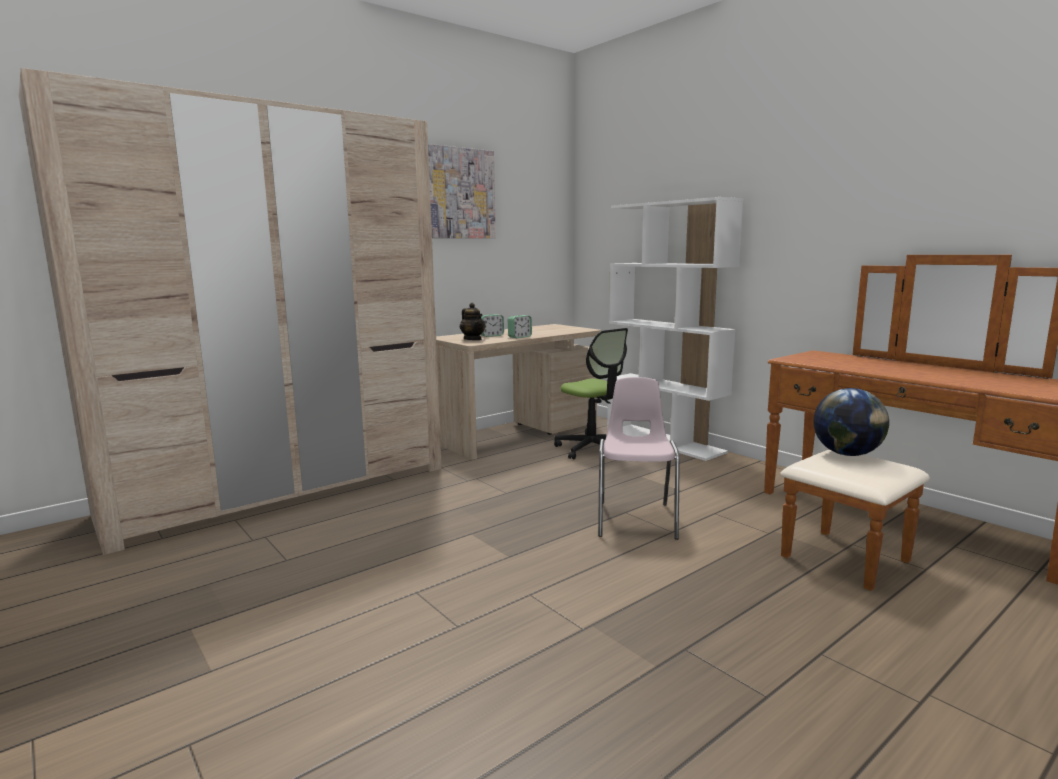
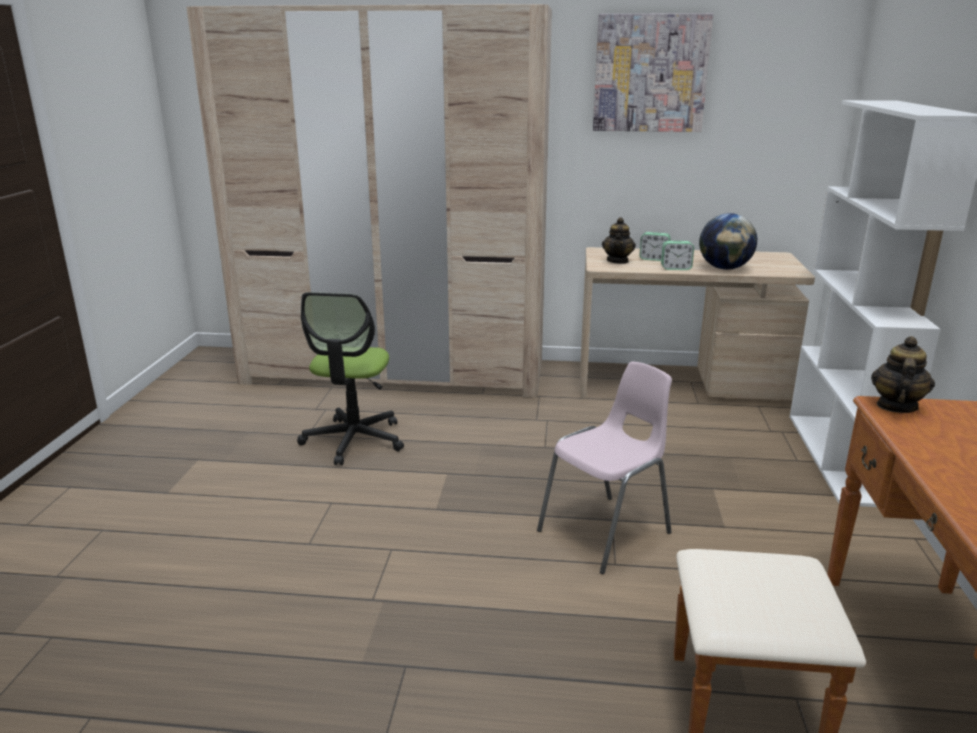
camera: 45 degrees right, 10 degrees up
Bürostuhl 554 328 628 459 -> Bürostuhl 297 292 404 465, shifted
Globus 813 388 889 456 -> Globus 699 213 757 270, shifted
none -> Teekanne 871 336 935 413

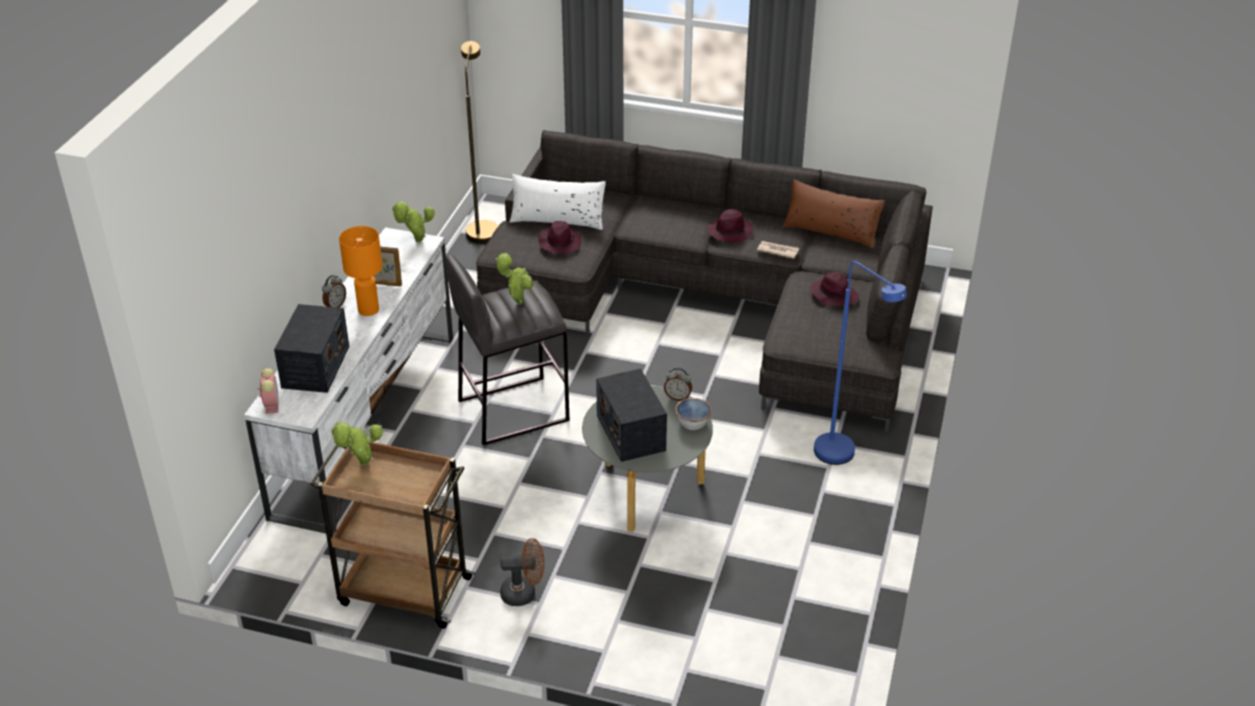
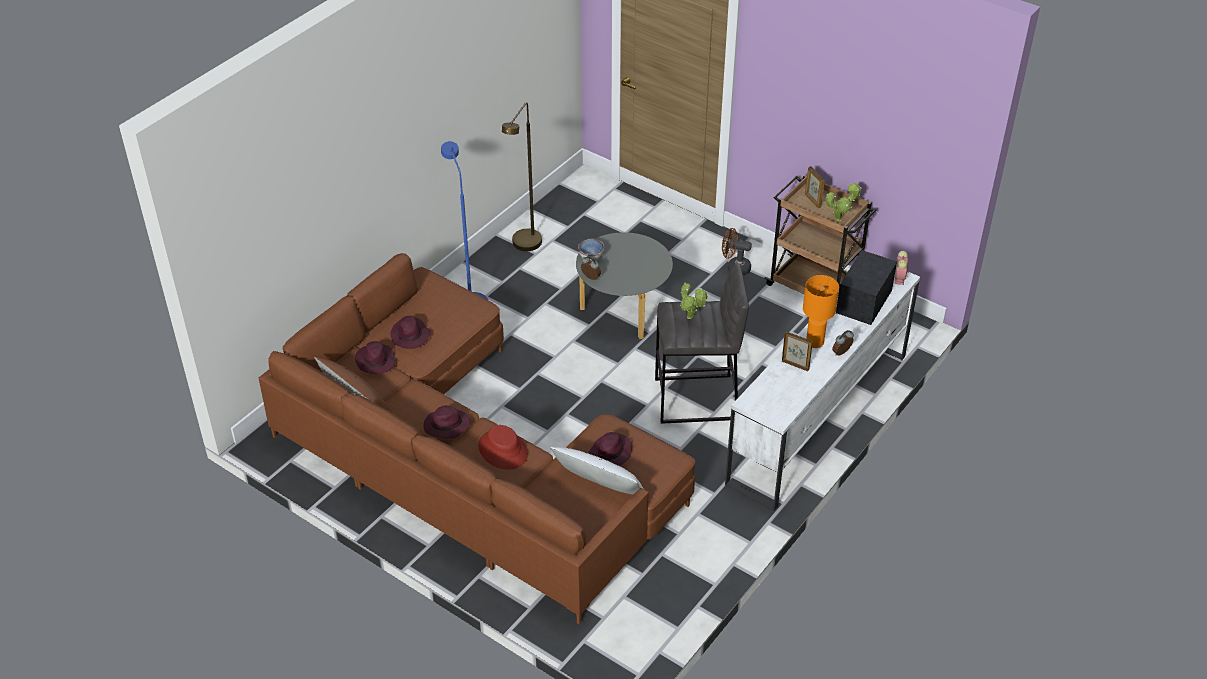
camera: 160 degrees left, 5 degrees up
Sofa (grau) 476 130 933 433 -> Sofa (braun) 259 253 695 625
none -> Hut (lila) 355 341 396 374
none -> Hut (rot) 478 425 528 470
Stehlampe (braun) 461 41 498 244 -> Stehlampe (braun) 502 102 542 251, shifted
none -> Bilderrahmen 805 166 824 208
Topfpflanze 392 202 435 242 -> none
Radio 596 368 667 462 -> none
Zeitung 757 241 799 259 -> none

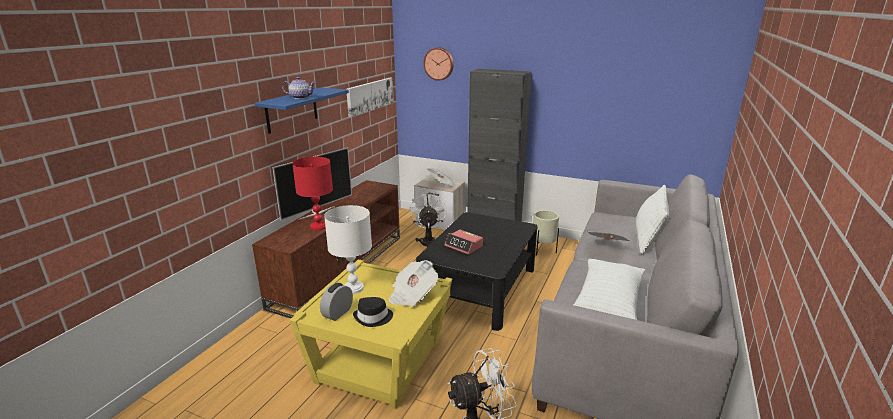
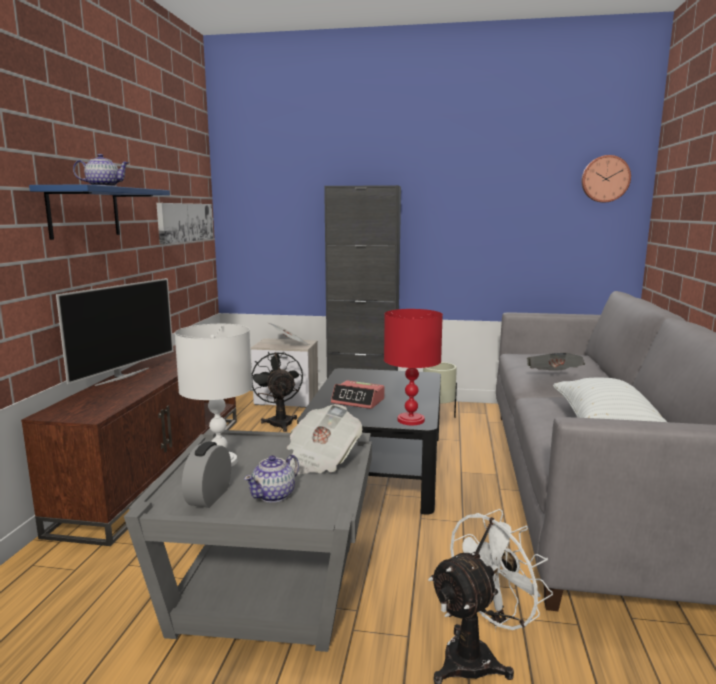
camera: 15 degrees left, 10 degrees down
Beistelltisch (gelb) 289 260 452 409 -> Beistelltisch (grau) 124 428 372 652
Hut (schwarz) 353 297 393 327 -> Teekanne 244 454 299 503
Ventilator (weiß) 409 193 447 247 -> Ventilator (schwarz) 252 352 303 432
Tischlampe (rot) 292 157 333 230 -> Tischlampe (rot) 384 309 443 425, shifted
Wanduhr 423 47 454 81 -> Wanduhr 582 155 631 203, shifted
Kissen (weiß) 636 185 669 254 -> none

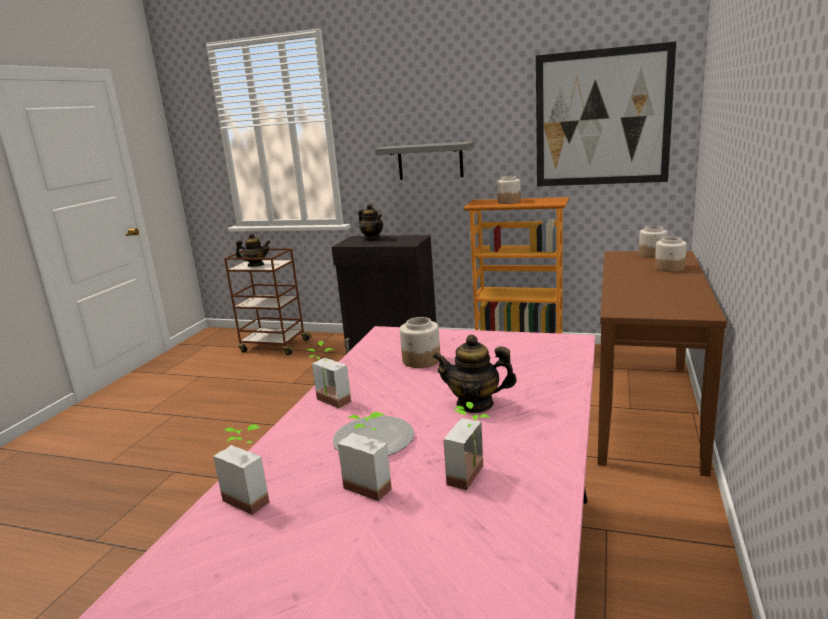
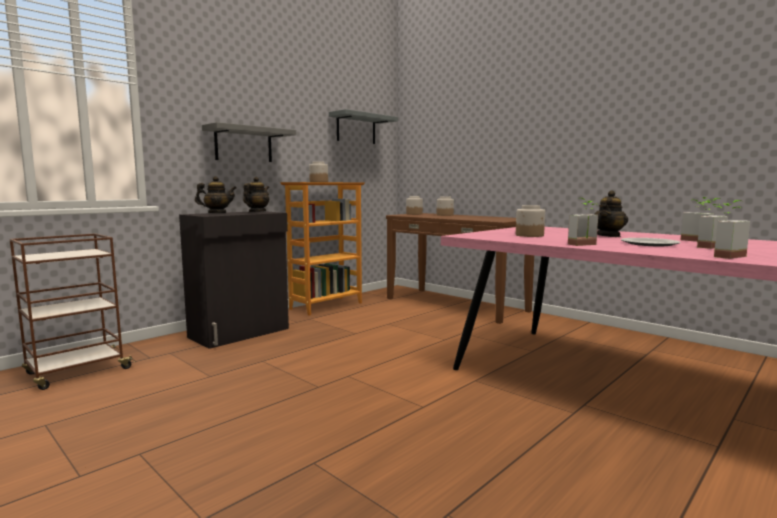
camera: 65 degrees left, 10 degrees down
Teekanne 236 233 270 267 -> Teekanne 243 177 269 212, shifted
Bild 536 42 676 186 -> Wandregal (grau) 329 109 398 144

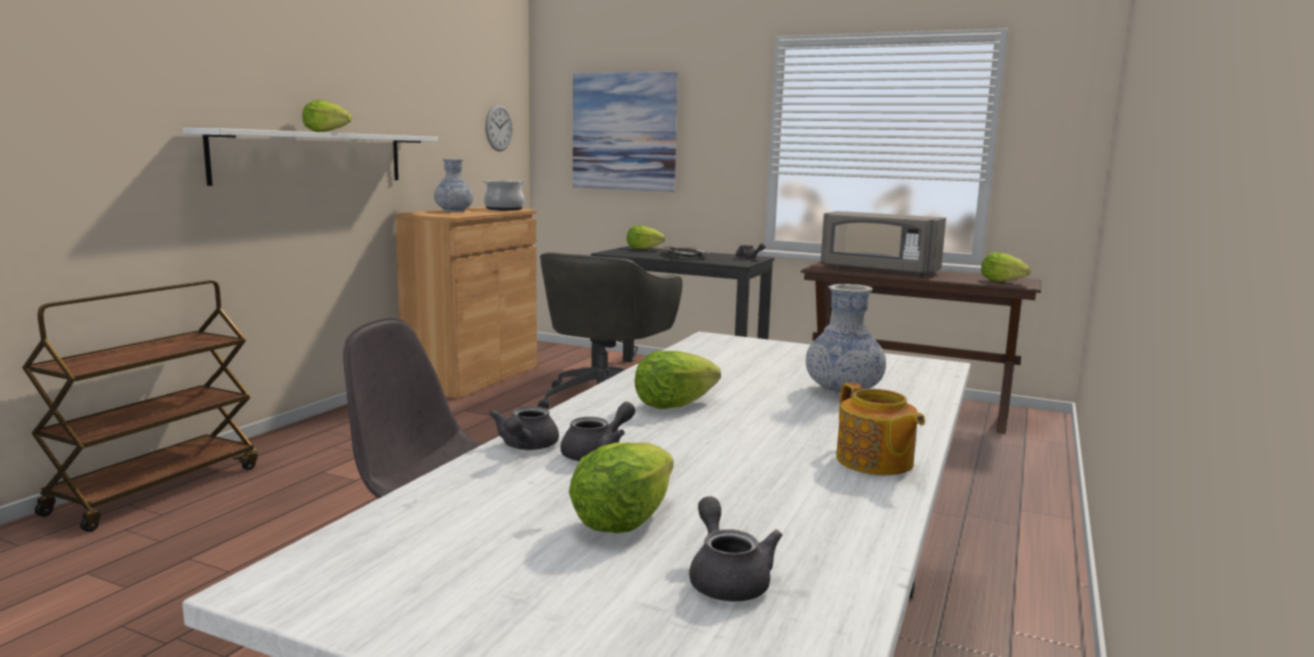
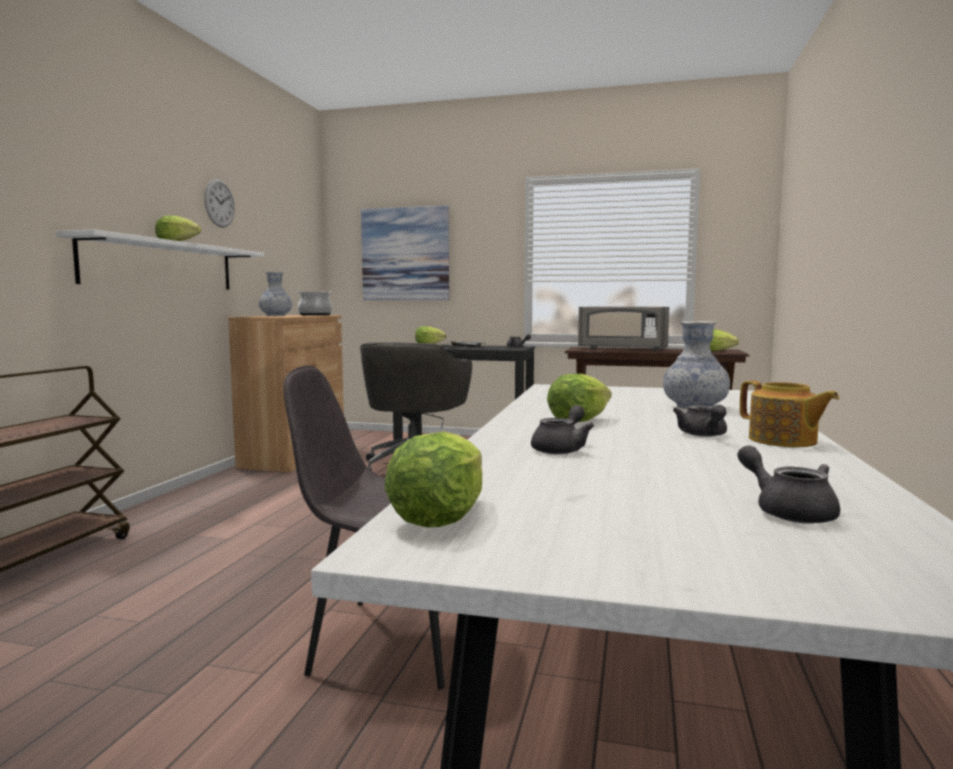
camera: 10 degrees left, 5 degrees down
Wanduhr 485 104 513 152 -> Wanduhr 204 179 235 227, shifted
Salatkopf 569 442 674 533 -> Salatkopf 384 432 482 527, shifted
Teekanne (grau) 489 406 559 450 -> Teekanne (grau) 673 405 727 437, shifted

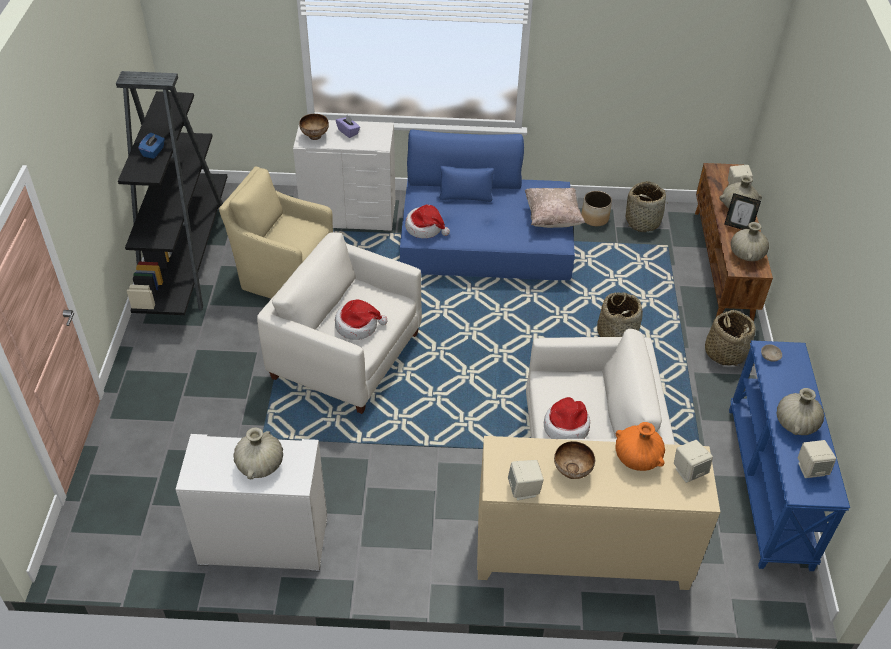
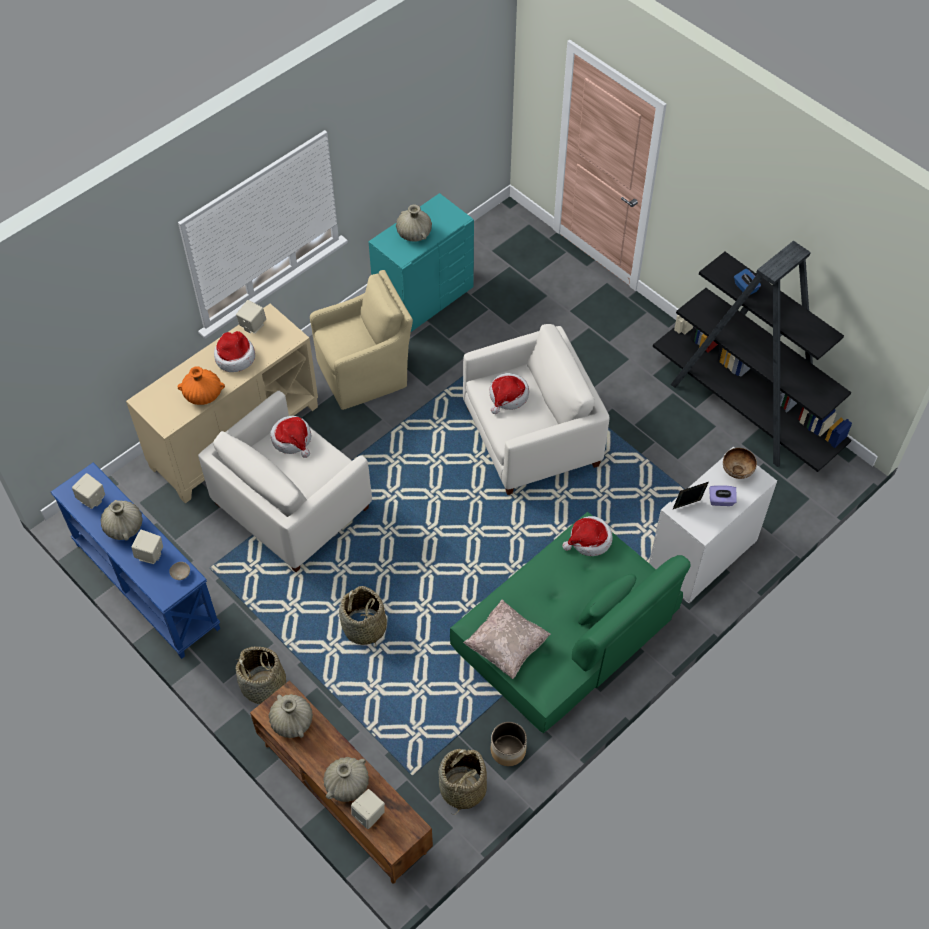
camera: 135 degrees right, 10 degrees up
Lautsprecher (beige) 674 440 713 483 -> Lautsprecher (beige) 132 530 163 564, shifted
Schüssel 554 441 595 479 -> Hut 214 331 255 372
Sessel (beige) 219 167 333 299 -> Sessel (beige) 310 270 413 410, shifted
Kommode (weiß) 176 434 327 572 -> Kommode (türkis) 369 193 474 332
Sofa (blau) 400 130 575 280 -> Sofa (grün) 450 512 691 733
Bilderrahmen 724 193 761 230 -> Bilderrahmen 672 482 709 510, shifted

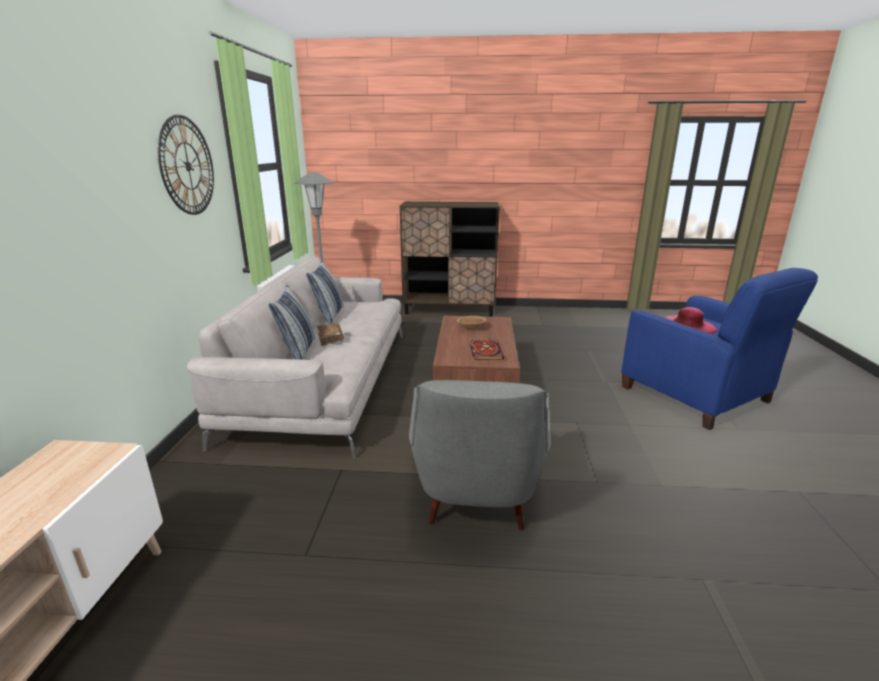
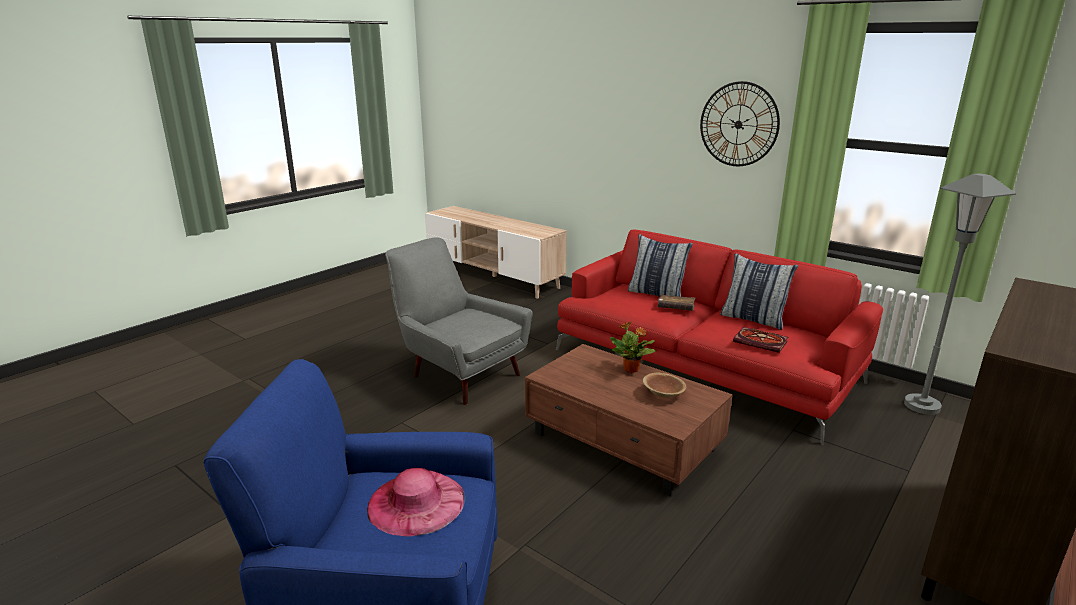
camera: 125 degrees right, 0 degrees up
Sofa (grau) 187 257 403 459 -> Sofa (rot) 556 230 883 445
none -> Topfpflanze 610 322 655 373
Buch 470 340 504 360 -> Buch 733 327 788 353, shifted

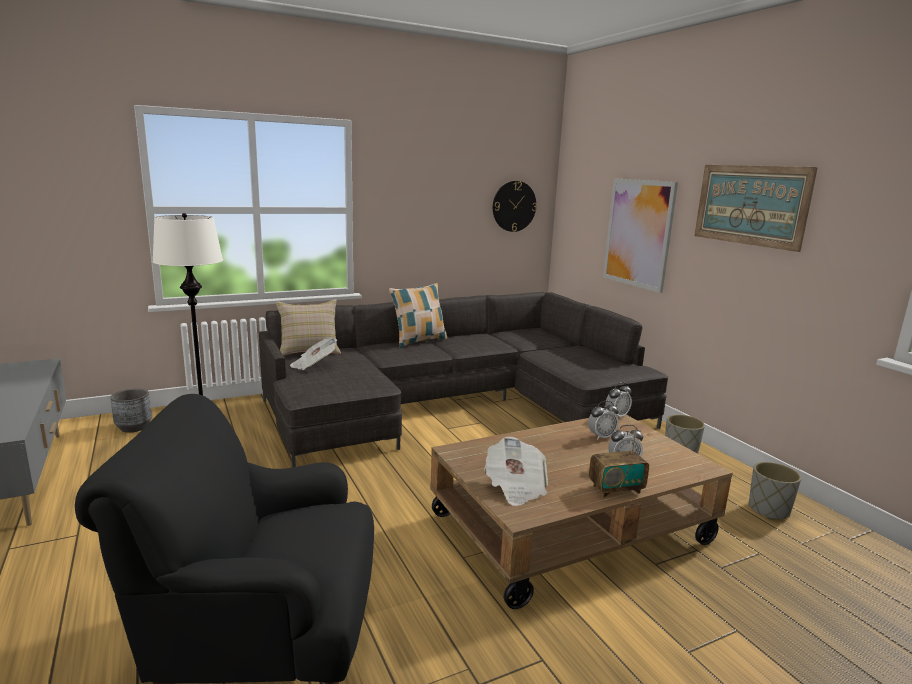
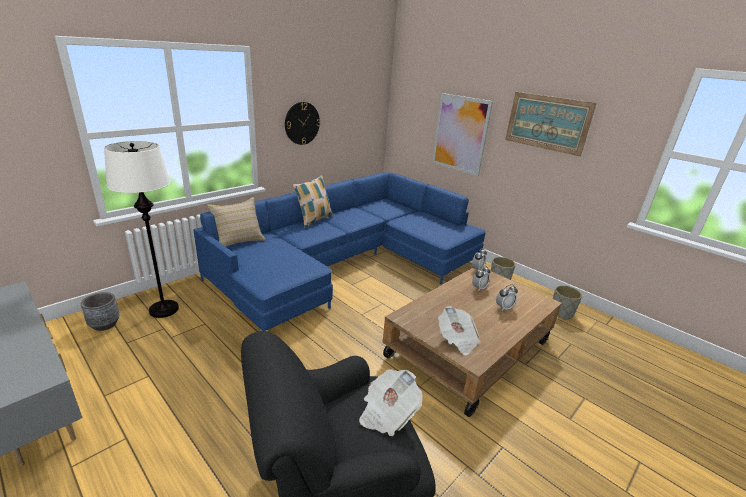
camera: 20 degrees left, 10 degrees up
Sofa (grau) 259 292 669 467 -> Sofa (blau) 193 172 486 331
Wanduhr 493 181 537 232 -> Wanduhr 285 102 320 145, shifted
Zeitung 290 338 337 370 -> Zeitung 359 369 423 436, shifted
Radio 589 427 649 497 -> none

